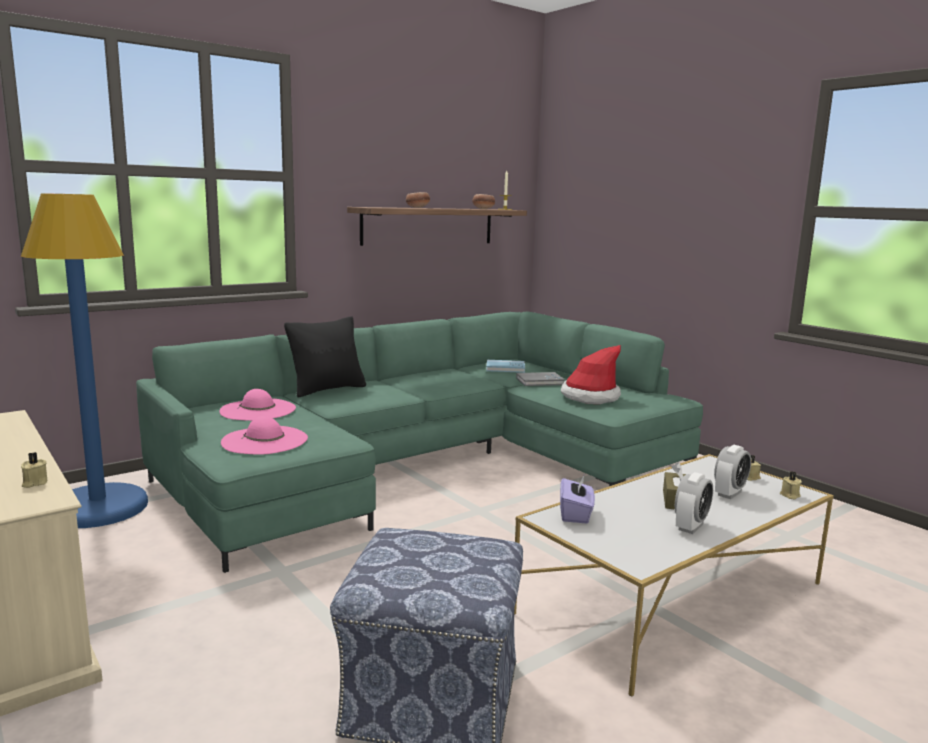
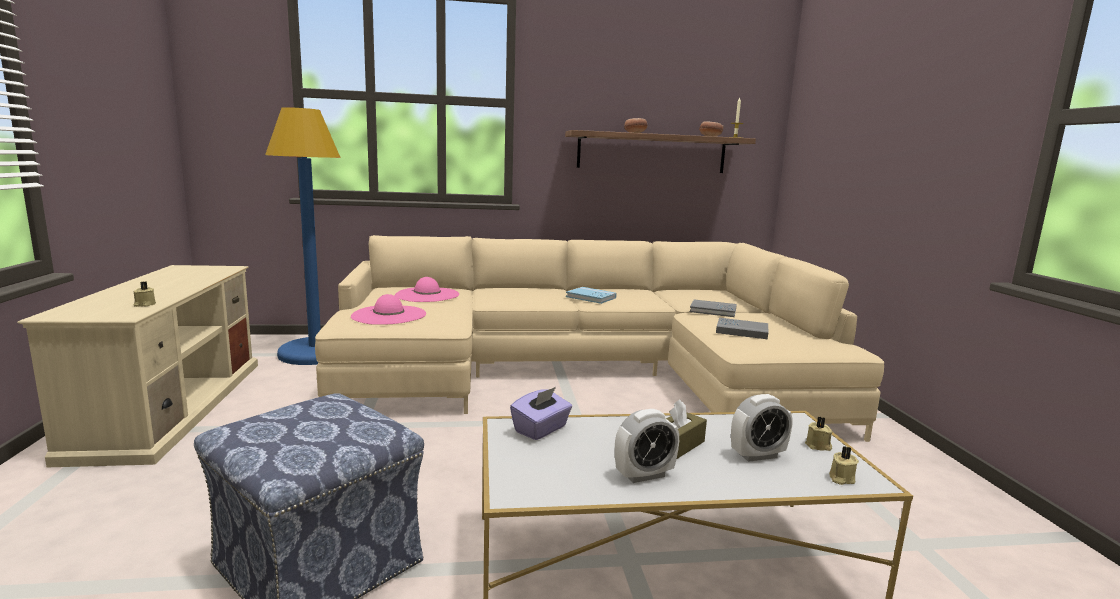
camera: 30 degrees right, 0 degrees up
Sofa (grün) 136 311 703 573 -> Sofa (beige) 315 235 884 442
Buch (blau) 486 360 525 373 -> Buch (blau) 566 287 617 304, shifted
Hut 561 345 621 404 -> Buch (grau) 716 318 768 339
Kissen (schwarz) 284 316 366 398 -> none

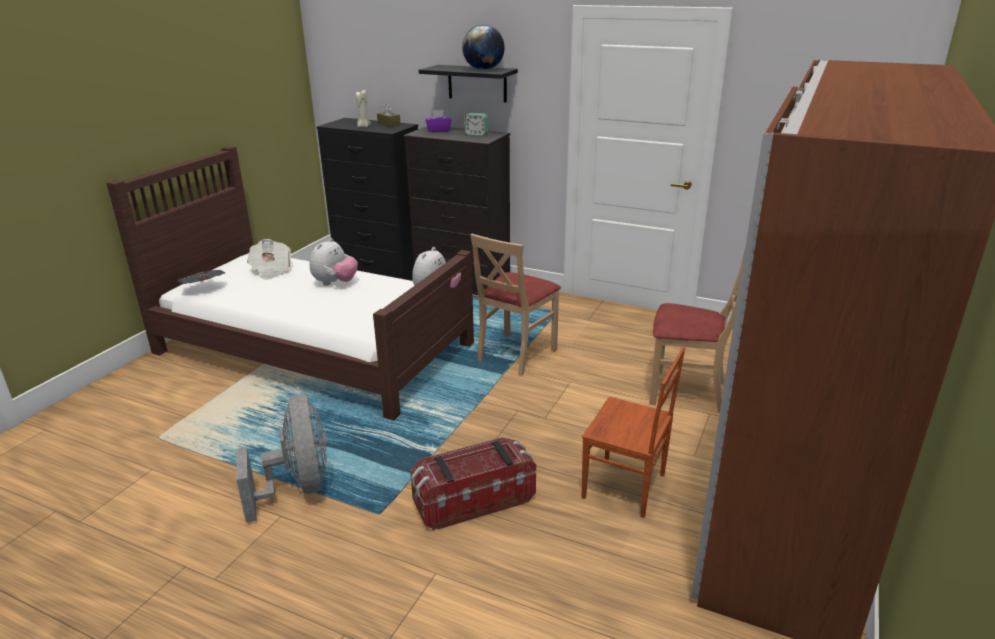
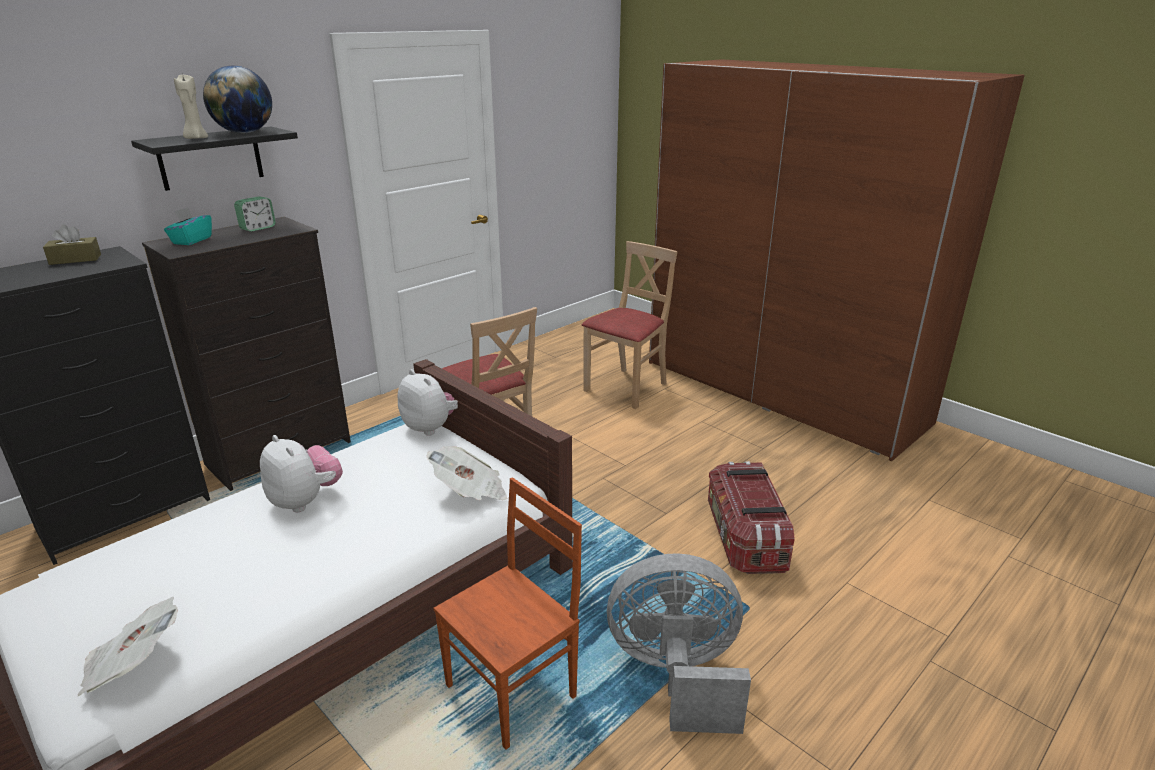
camera: 70 degrees left, 0 degrees up
Taschentuchbox (lila) 426 110 451 132 -> Taschentuchbox (türkis) 164 207 212 245
Kerze (beige) 356 90 371 127 -> Kerze (beige) 174 73 208 139, shifted
Zeitung 247 239 291 280 -> Zeitung 427 446 507 500, shifted
Stuhl (braun) 581 347 685 518 -> Stuhl (braun) 433 477 582 750, shifted

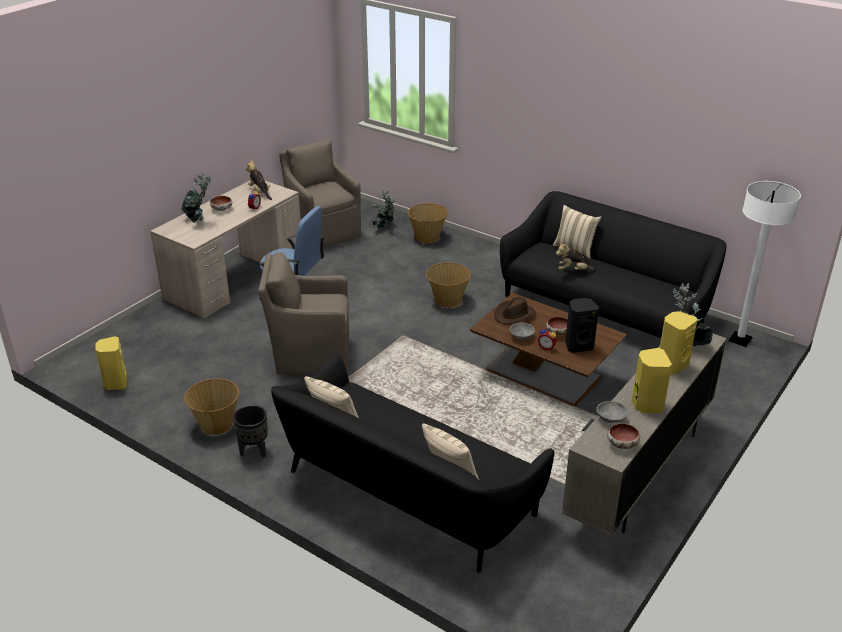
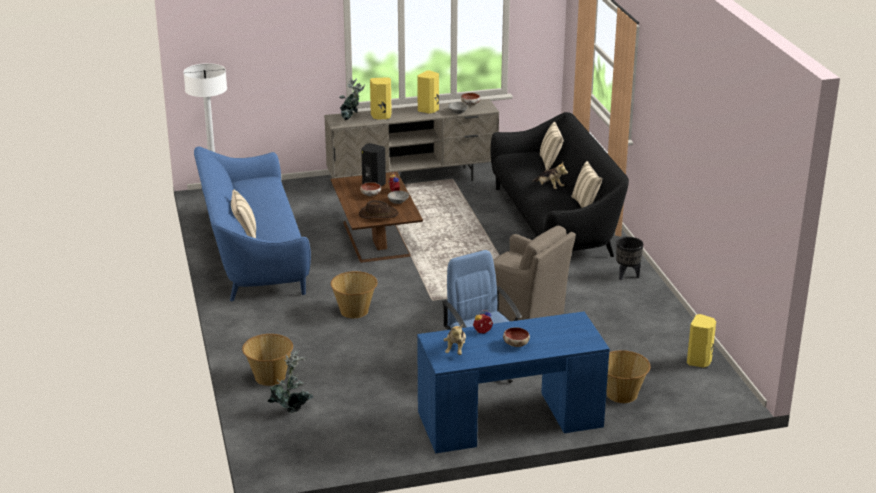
camera: 140 degrees left, 5 degrees down
Sofa (schwarz) 500 191 726 338 -> Sofa (blau) 194 147 311 301
Schreibtisch (beige) 150 180 301 318 -> Schreibtisch (blau) 417 311 610 453
Plüschtier 556 242 597 271 -> Plüschtier 532 162 568 189, shifted
Korb 184 379 239 435 -> Korb 606 350 650 403, shifted
Topfpflanze 181 173 212 223 -> none
Sessel (braun) 279 140 361 248 -> none

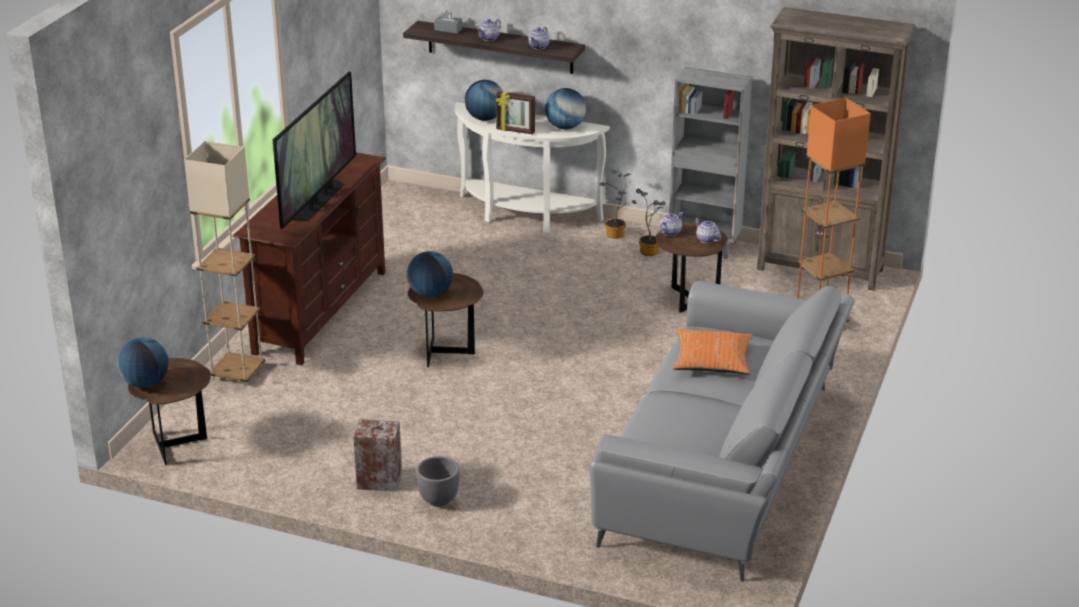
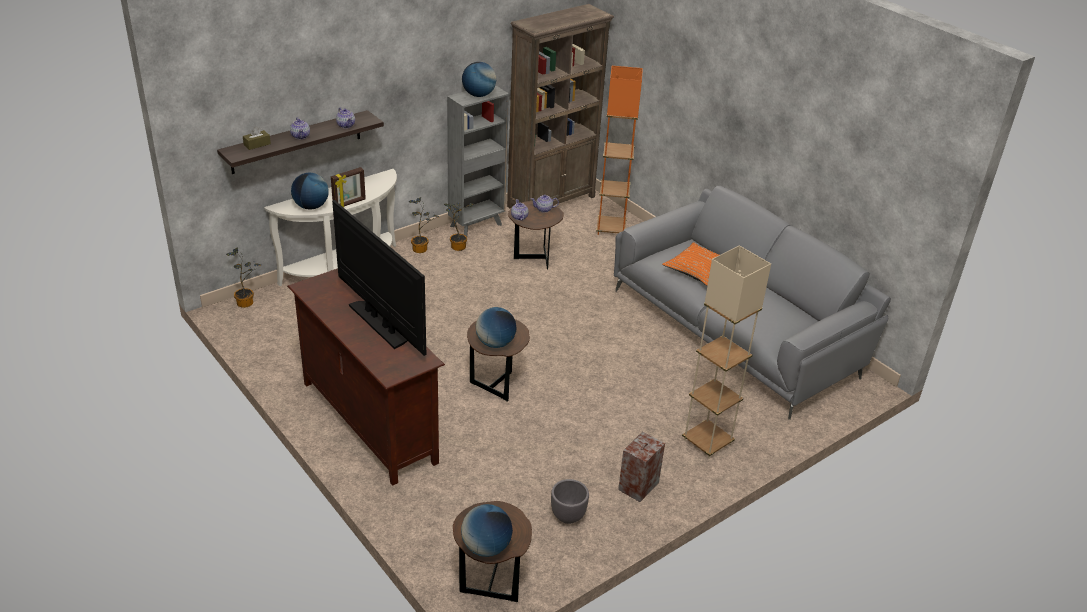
camera: 60 degrees left, 5 degrees up
none -> Topfpflanze 226 247 261 308
Taschentuchbox (grau) 434 10 462 33 -> Taschentuchbox (braun) 243 127 271 150
Globus 545 88 586 129 -> Globus 462 62 496 97, shifted
Pflanzkübel (grau) 416 456 460 507 -> Pflanzkübel (grau) 551 479 589 524, shifted
Stehlampe (beige) 184 141 265 386 -> Stehlampe (beige) 682 245 771 459, shifted

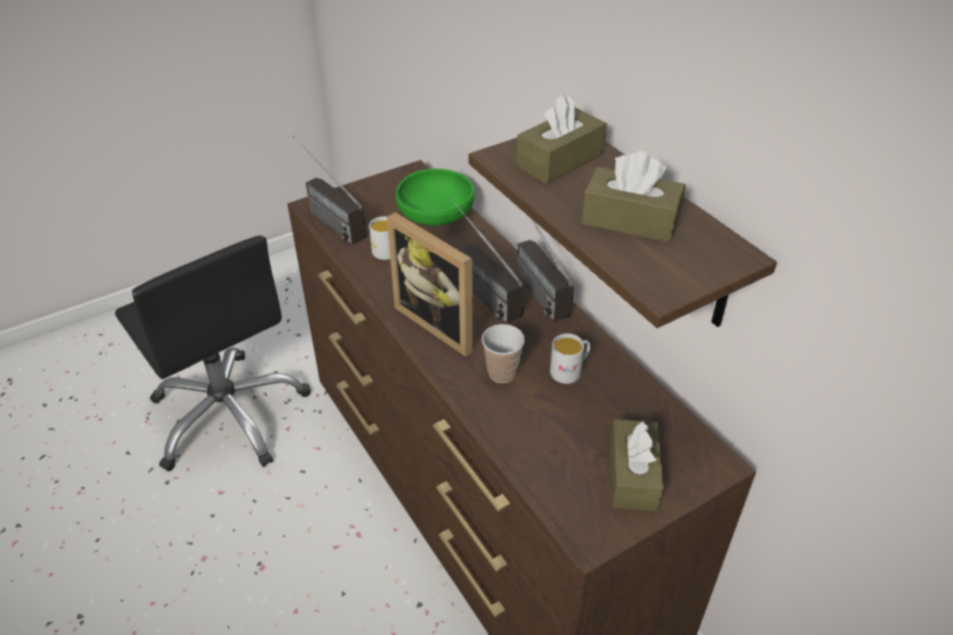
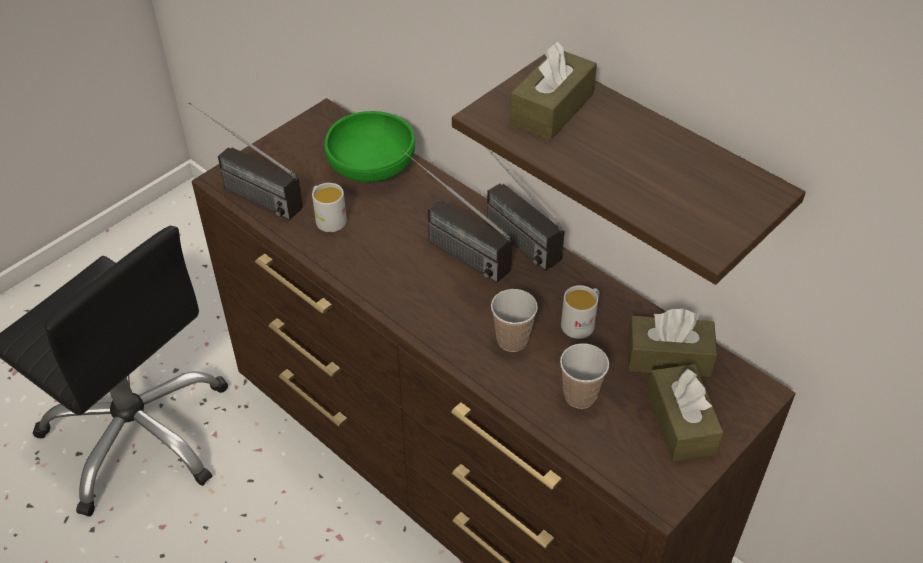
camera: 15 degrees left, 5 degrees up
none -> Tasse 560 343 609 409
Taschentuchbox (braun) 581 151 685 243 -> Taschentuchbox (braun) 628 309 717 377, shifted
Bilderrahmen 387 212 473 357 -> none

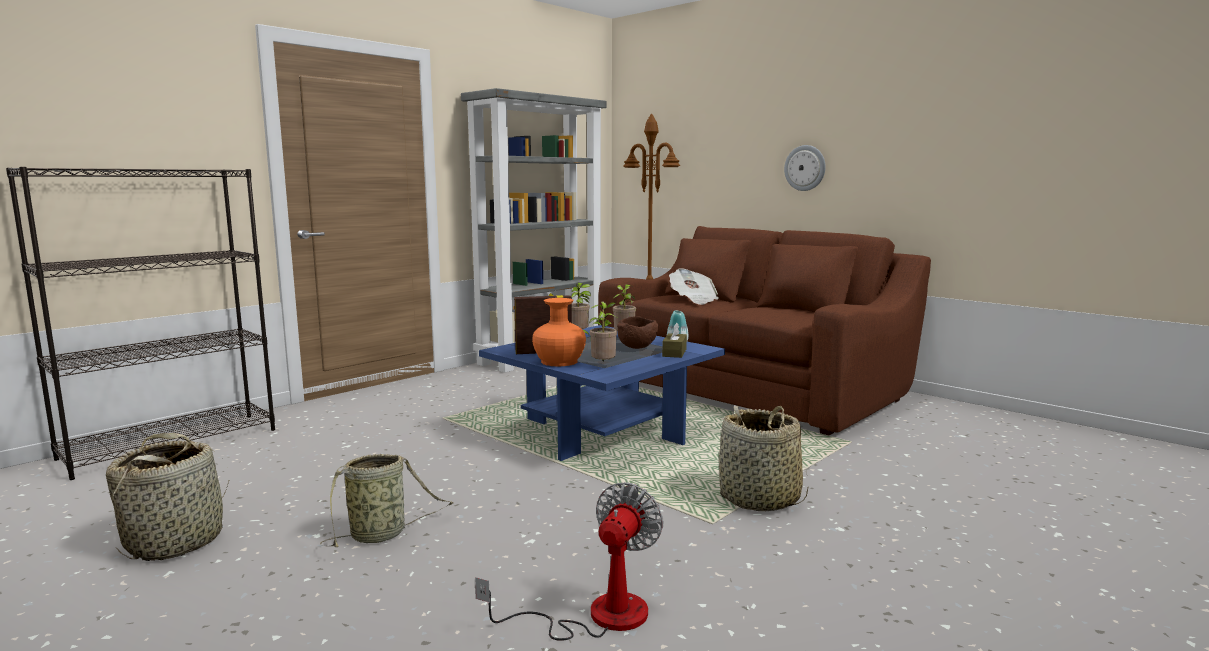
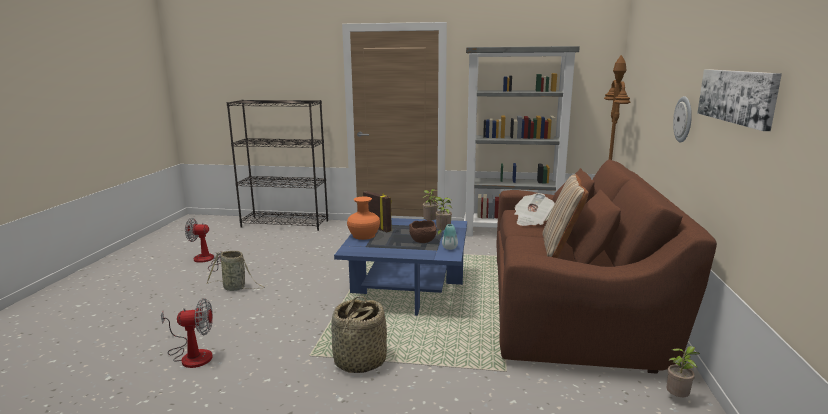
camera: 55 degrees right, 5 degrees up
Korb 106 433 229 561 -> Ventilator 185 218 221 271
none -> Kissen (beige) 542 174 589 258
Topfpflanze 589 302 617 361 -> Topfpflanze 667 346 700 397, shifted
none -> Bild 697 69 782 131
Taschentuchbox (braun) 662 323 687 358 -> none

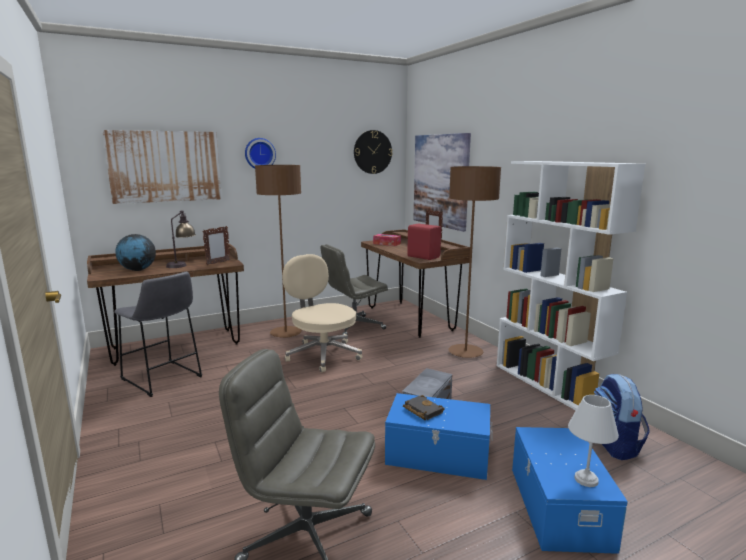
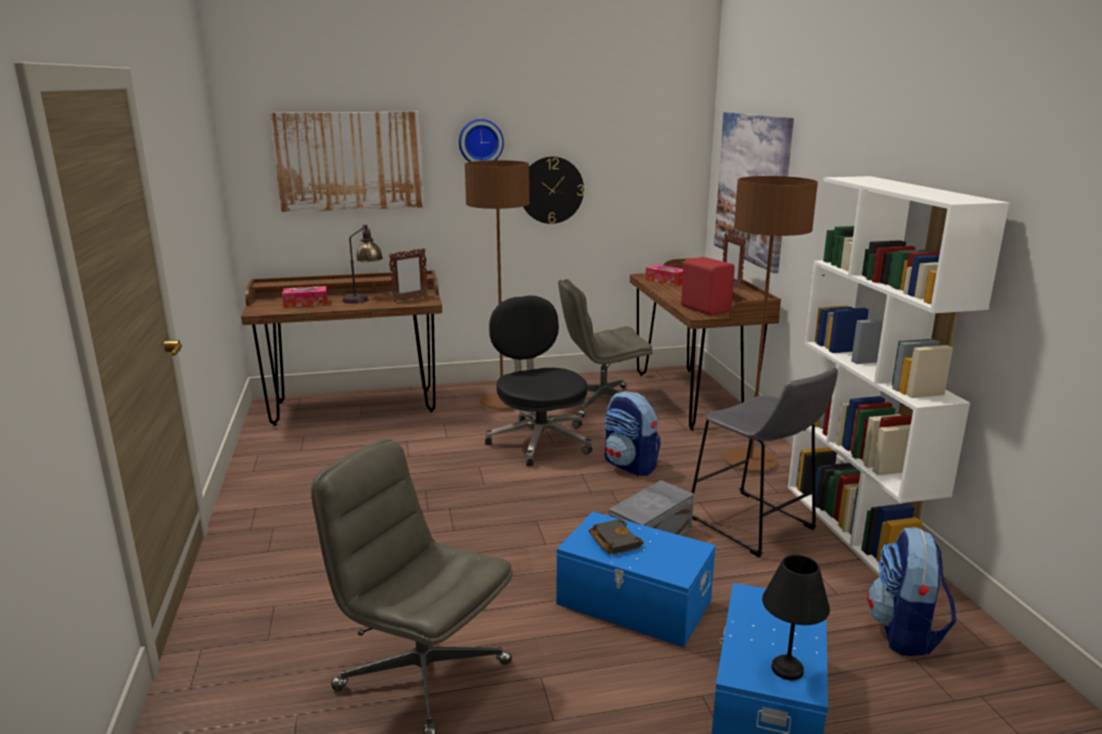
camera: 15 degrees right, 5 degrees up
Globus 115 234 156 271 -> Taschentuchbox 282 286 328 308
Bürostuhl (beige) 282 254 363 372 -> Bürostuhl (schwarz) 485 296 592 466
Wanduhr 354 130 393 174 -> Wanduhr 523 157 584 224, shifted
none -> Rucksack 605 391 661 476
Hocker (grau) 114 272 202 397 -> Hocker (grau) 691 367 838 557, shifted
Tischlampe (weiß) 568 395 619 487 -> Tischlampe (schwarz) 762 555 830 680

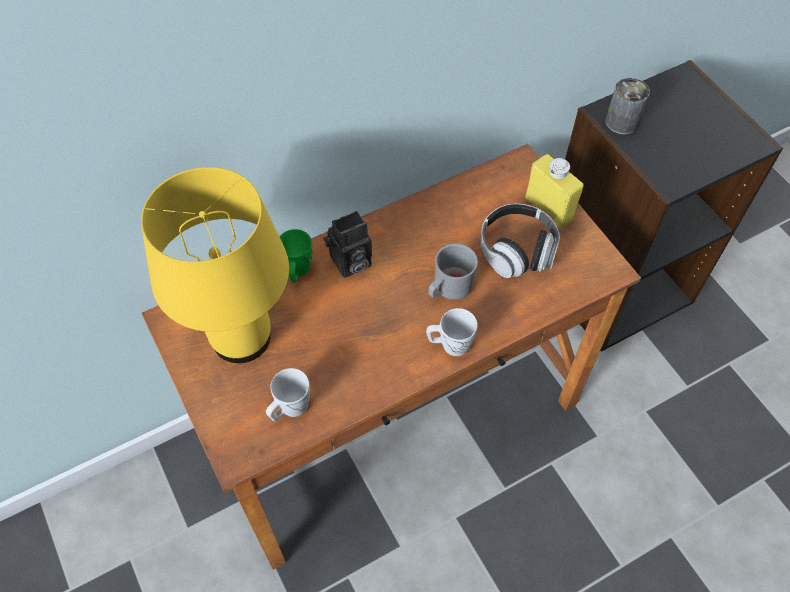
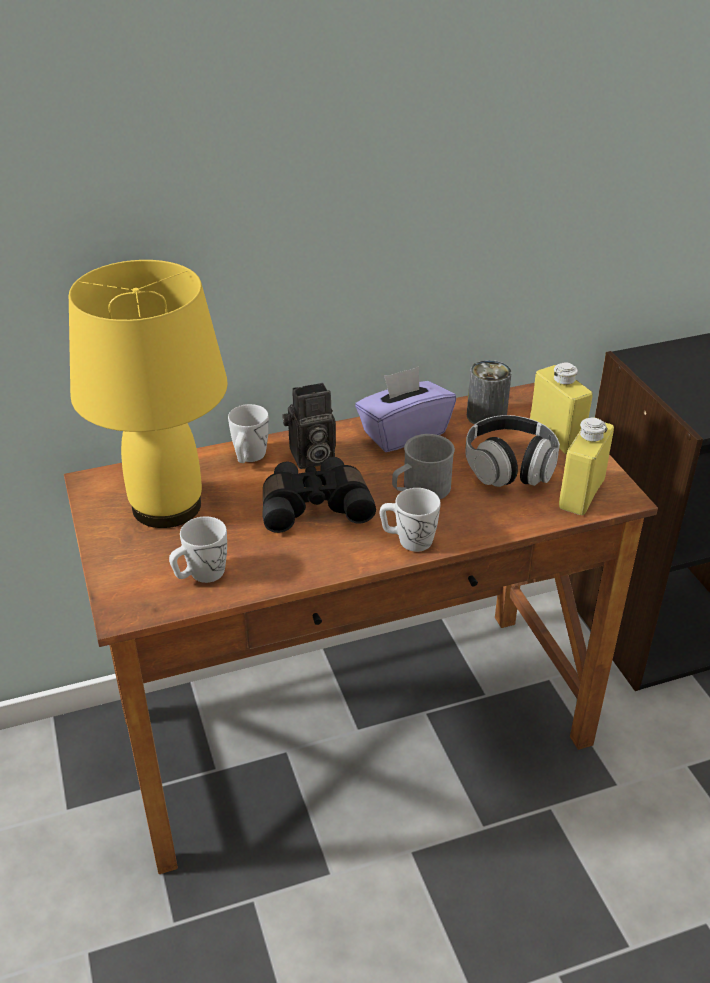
camera: 10 degrees right, 20 degrees down
Henkelbecher (grün) 280 229 312 283 -> Henkelbecher (weiß) 228 404 269 463
none -> Fernglas (schwarz) 263 457 376 533
none -> Taschentuchbox (lila) 355 366 456 452
Dose 605 78 650 134 -> Dose 467 360 512 424, shifted
none -> Flasche (gelb) 559 417 614 515

